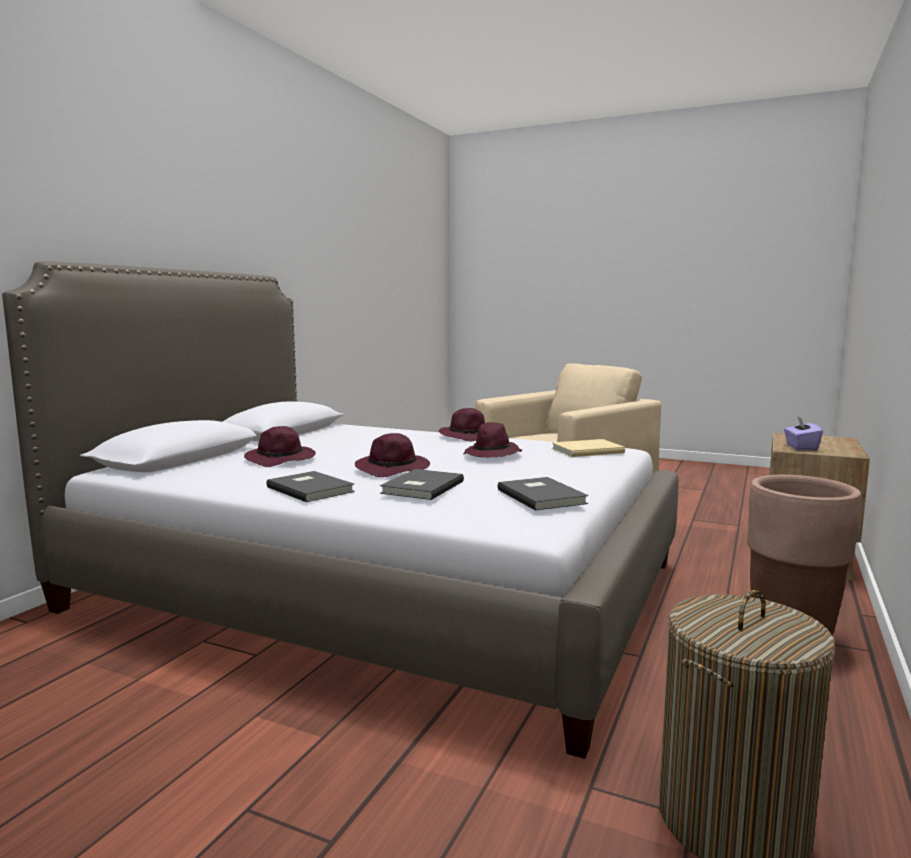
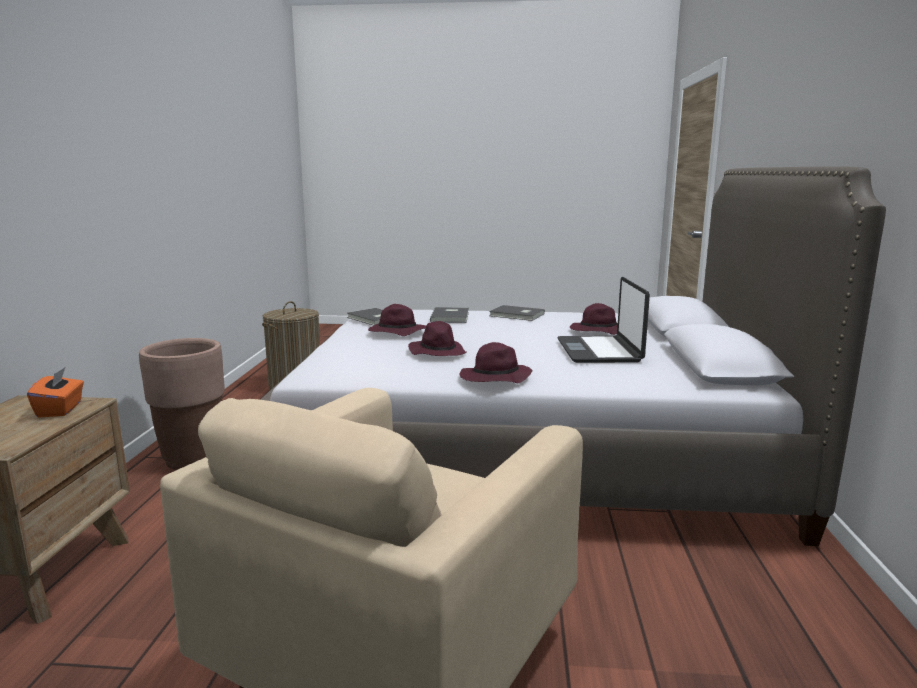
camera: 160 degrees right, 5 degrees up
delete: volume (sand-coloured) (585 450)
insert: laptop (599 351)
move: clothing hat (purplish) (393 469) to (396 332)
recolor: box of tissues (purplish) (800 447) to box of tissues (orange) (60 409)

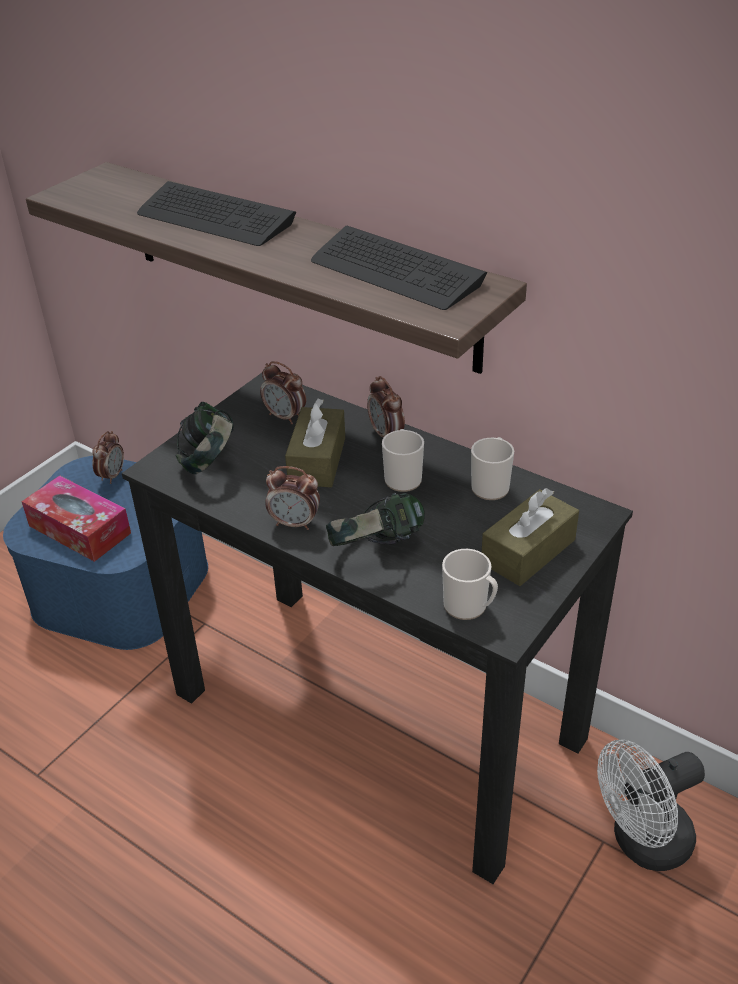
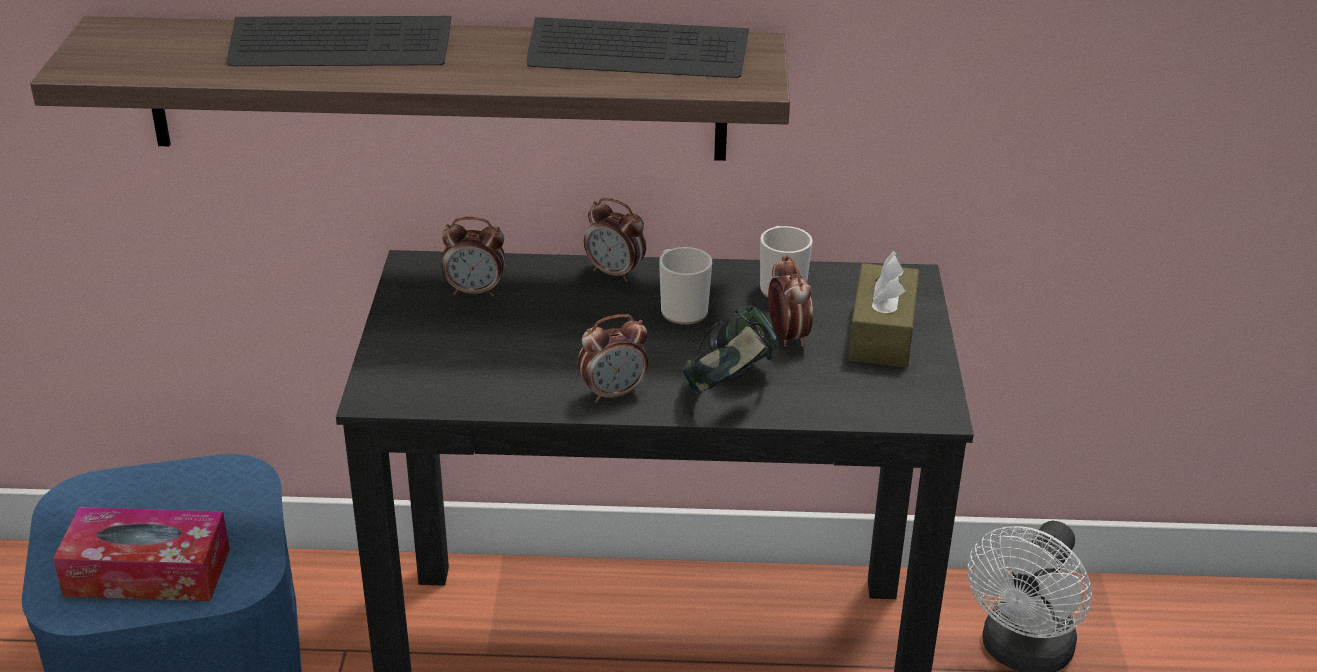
camera: 35 degrees left, 5 degrees down
delete: headphones (209 461); box of tissues (brown) (317 460); coffee mug (469 607)
move: alarm clock (112 476) to (787 336)

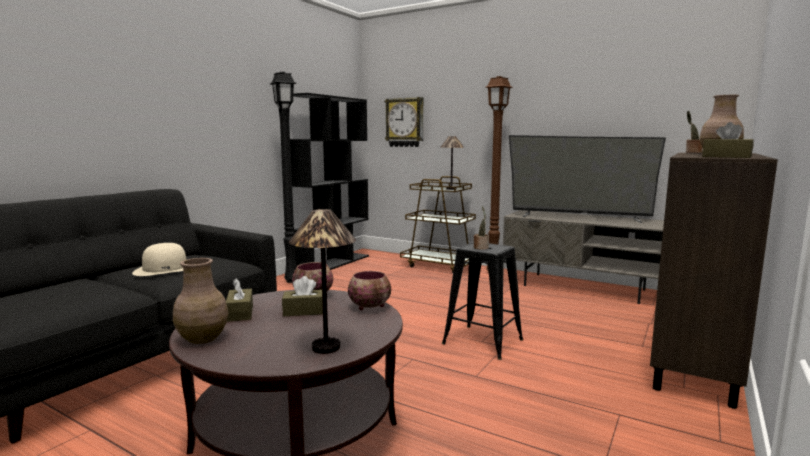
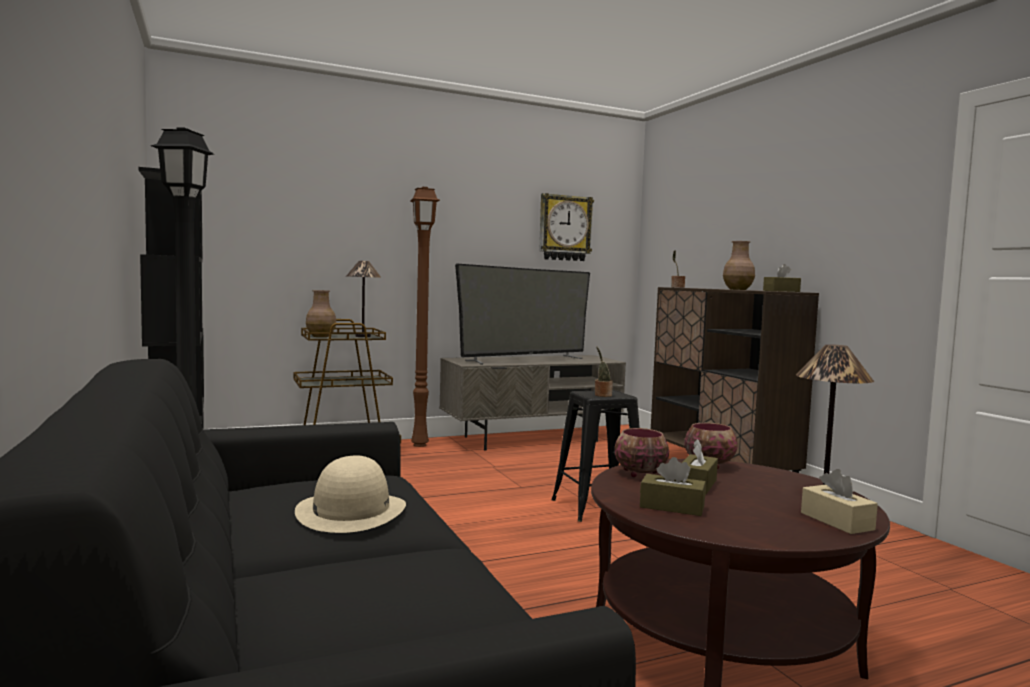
camera: 55 degrees left, 5 degrees down
insert: box of tissues (sand-coloured) (836 521)
move: decorative vase (brown) (203 338) to (321 336); clock on the wall (405 122) to (564 228)

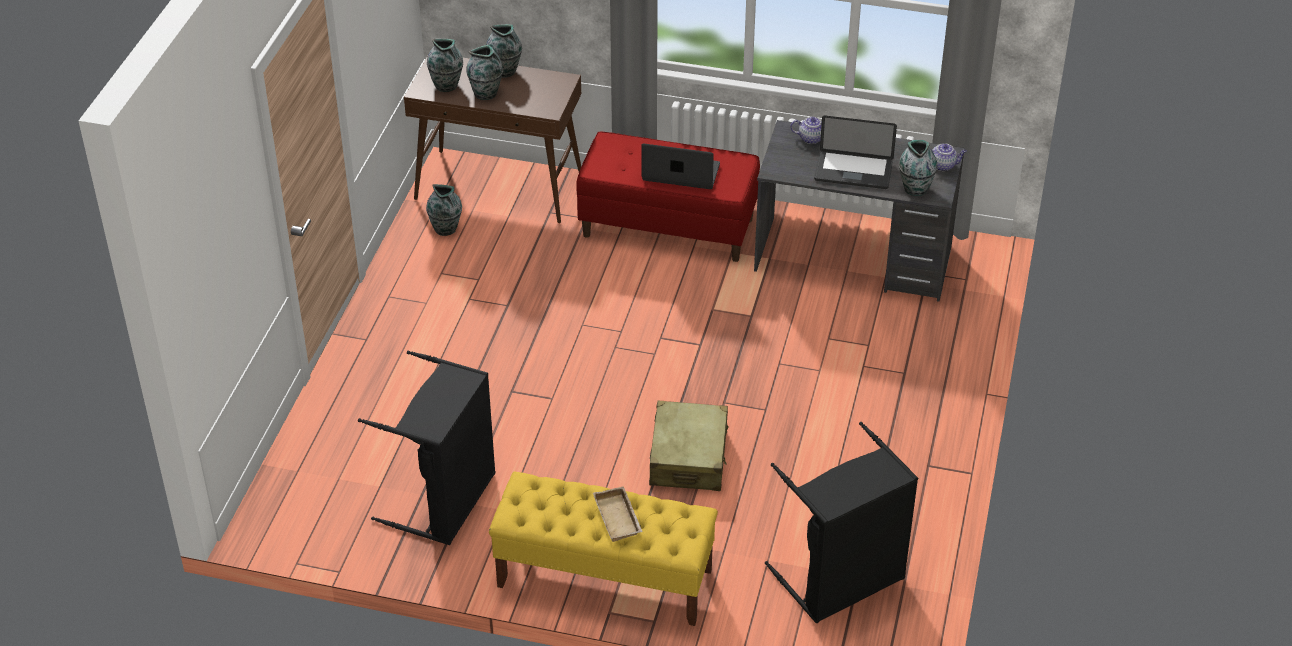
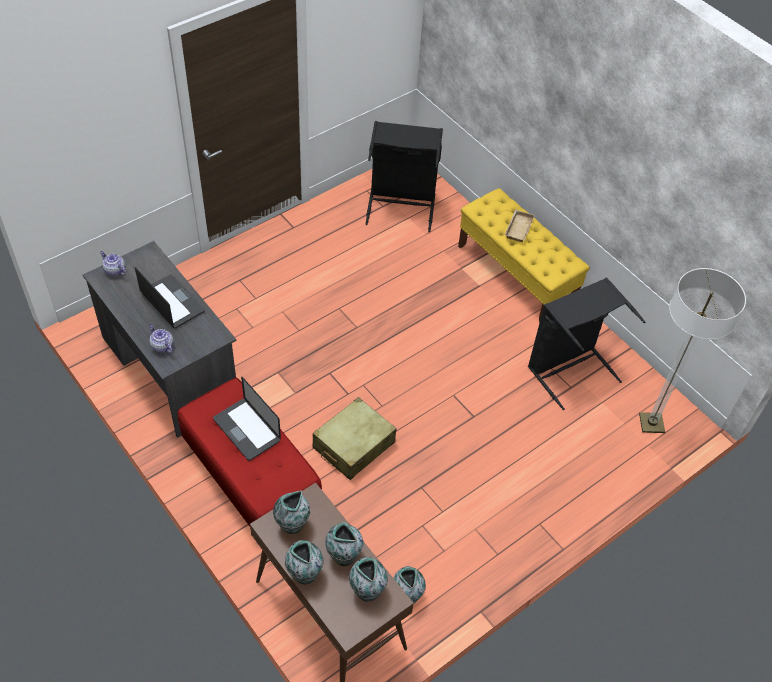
camera: 145 degrees left, 10 degrees up
insert: standard lamp (651 423)
move: suitcase (sand-coloured) (688 457) to (353 445); decorative vase (915 188) to (292 525)

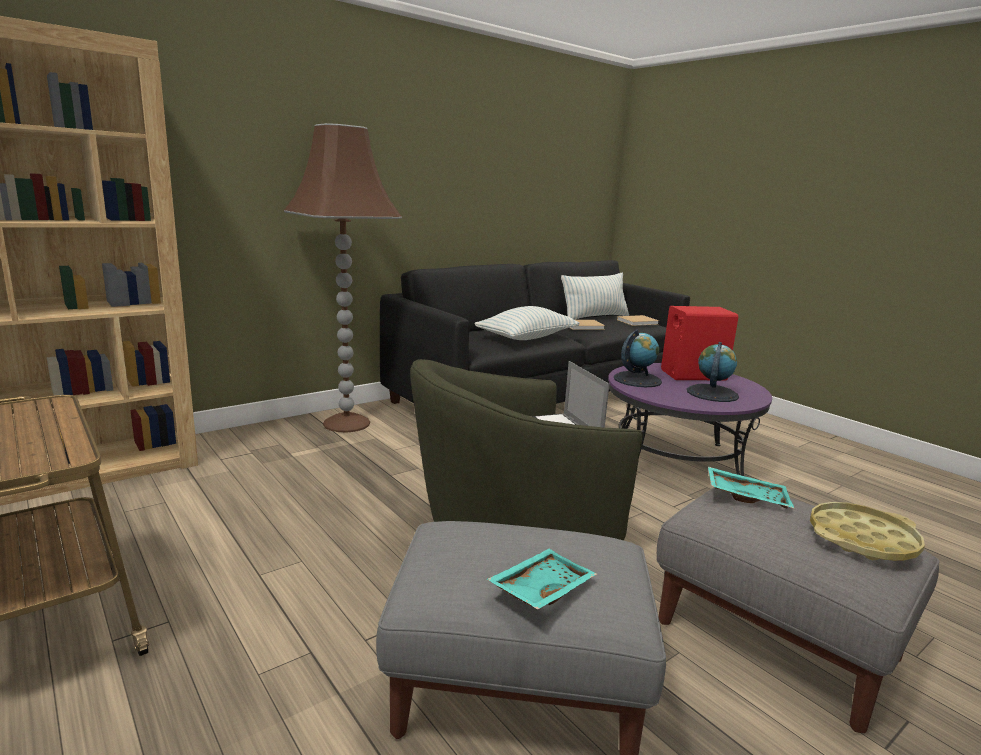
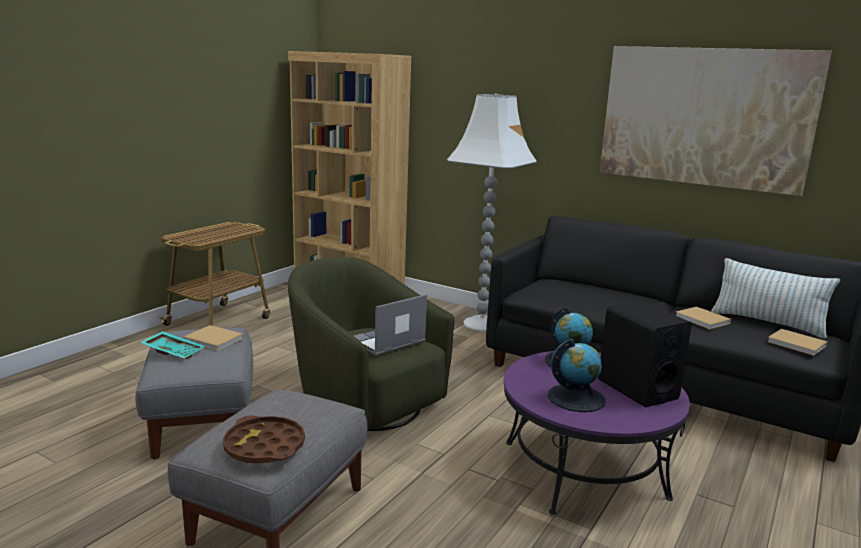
camera: 70 degrees right, 0 degrees up
delete: pillow (527 338); carrying tray (turquoise-coloured) (746 496)
insert: volume (sand-coloured) (215 340); wall art (704 117)
recolor: standard lamp (brown) (347 423) to standard lamp (whitish) (482 324); loudspeaker (reddish) (692 375) to loudspeaker (black-coloured) (637 389); carrying tray (yellow-coloured) (862 539) to carrying tray (brown) (264 447)

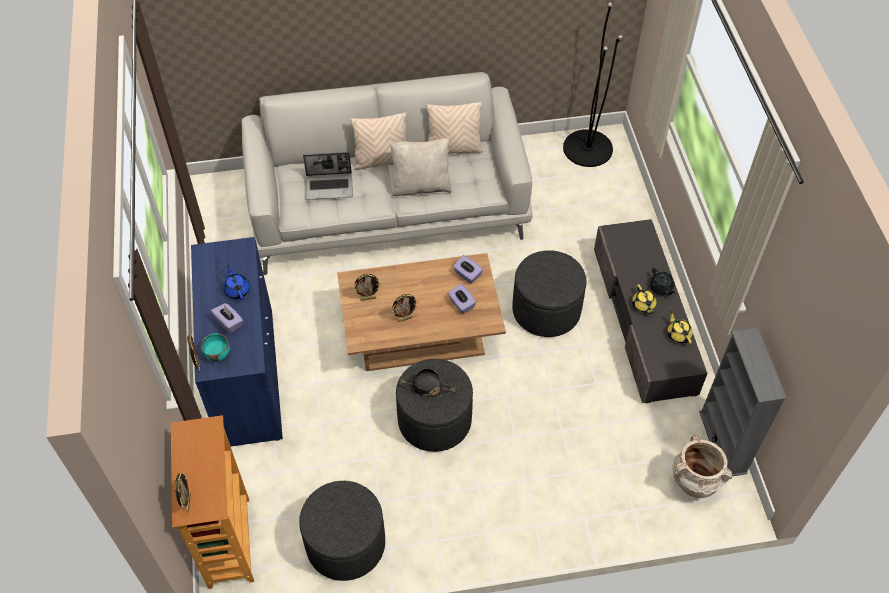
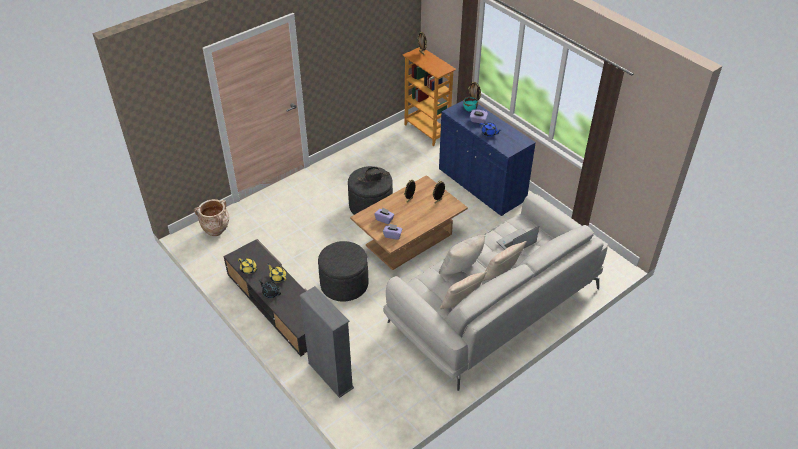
camera: 150 degrees right, 10 degrees down
delete: ottoman (gray) (345 543); standard lamp (black-coloured) (587 148)
move: bookcase (gray) (722 442) to (330 375)

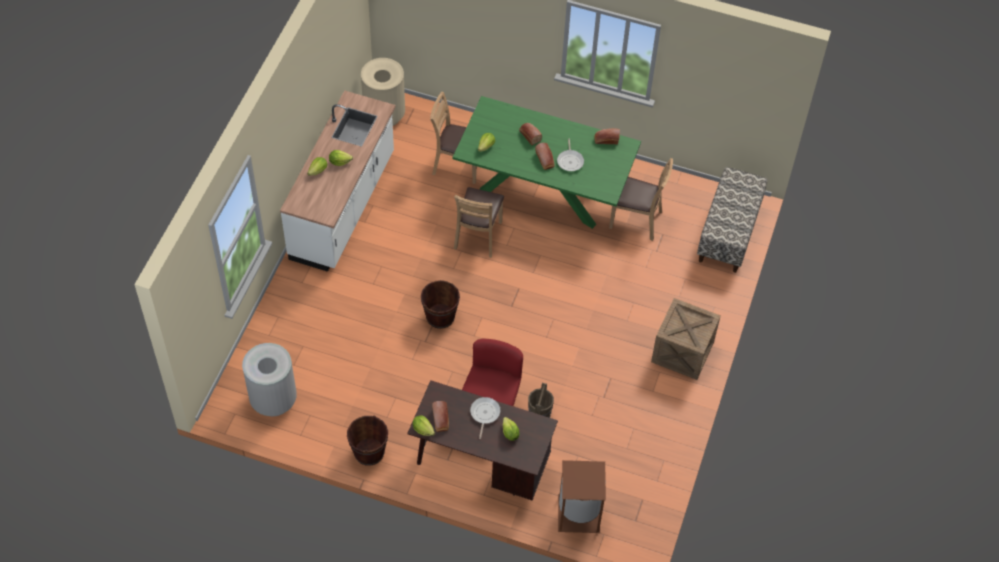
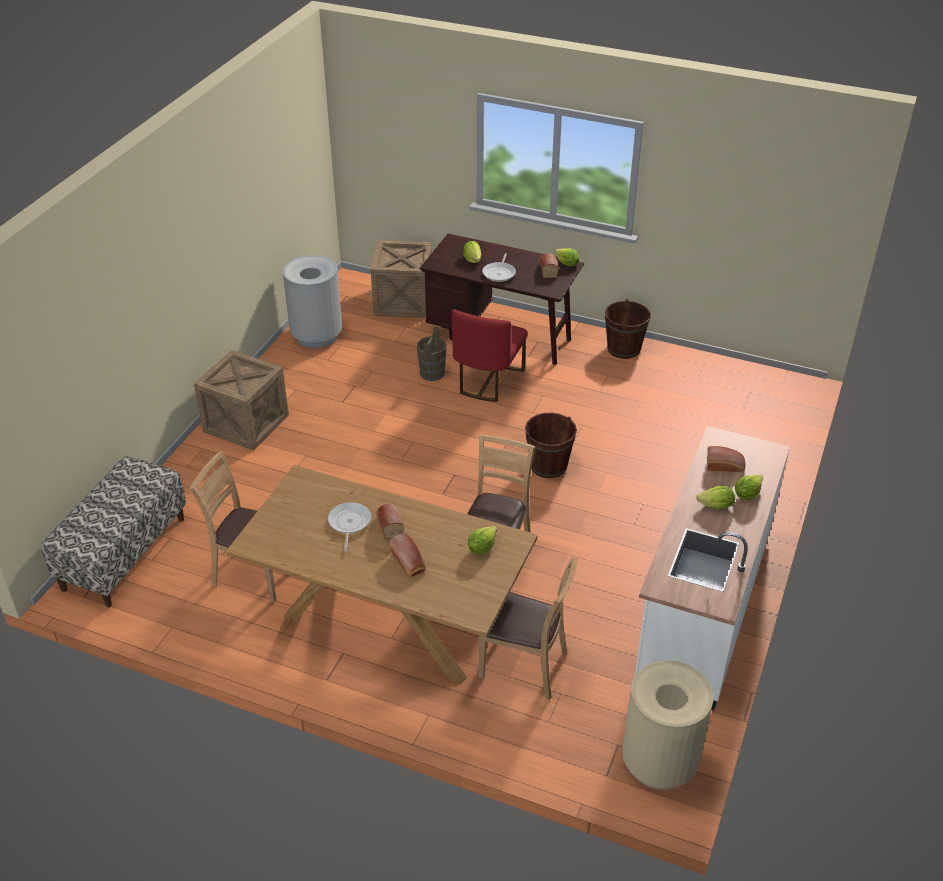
camera: 175 degrees left, 15 degrees down
move: rubbish bin (gray) (273 400) to (316 336); bakery bread (606 140) to (725 466)
replace: rubbish bin (brown) (578 514) to packing crate (403 301)
recolor: dinner table (green) (544 191) to dinner table (brown) (387 620)

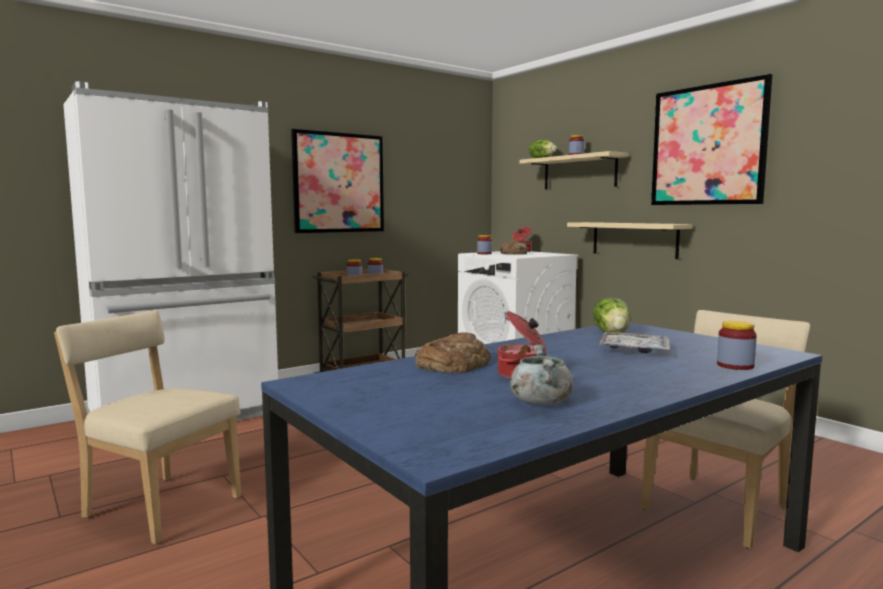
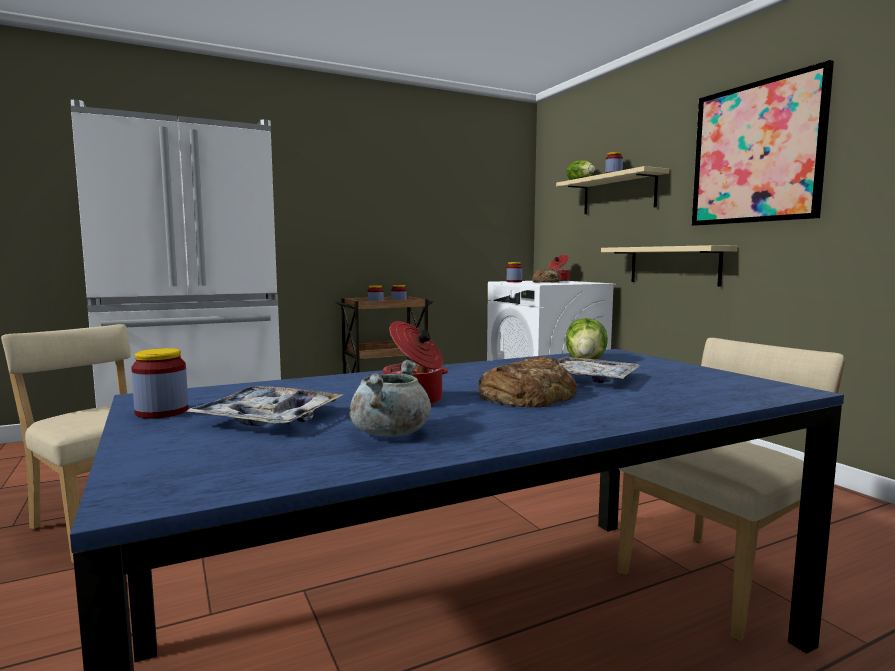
camera: 10 degrees right, 0 degrees up
delete: wall art (339 183)
insert: carrying tray (268 419)
move: bakery bread (453 364) to (527 396); jar (735 365) to (162 412)

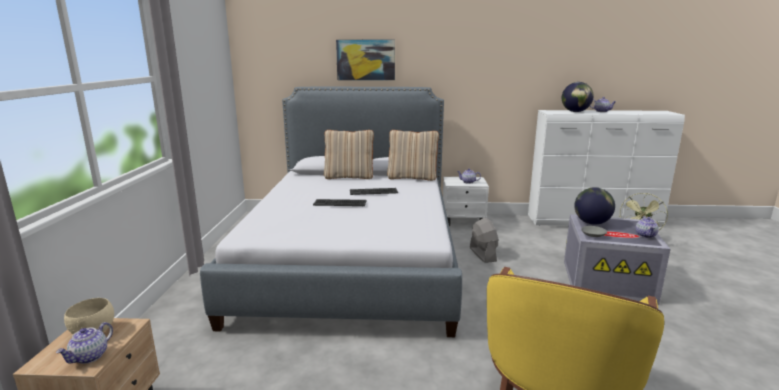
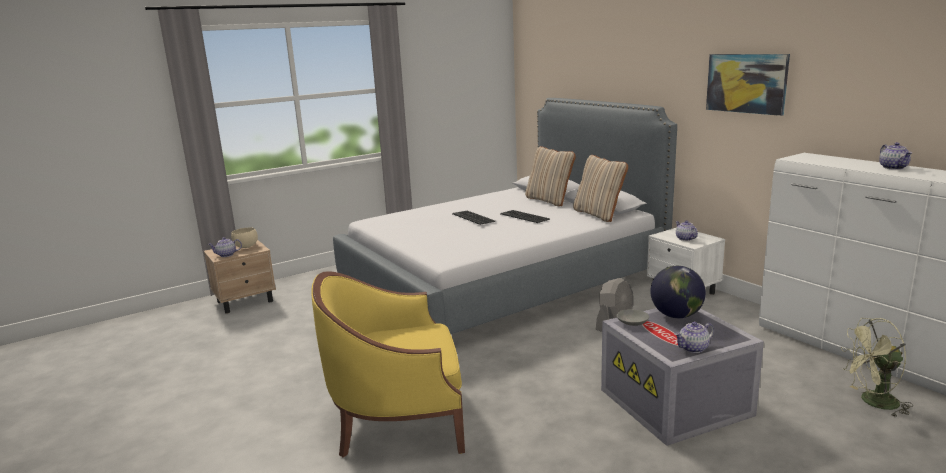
camera: 55 degrees right, 0 degrees up
delete: world globe (575 111)
move: wall art (365 60) to (746 83)

